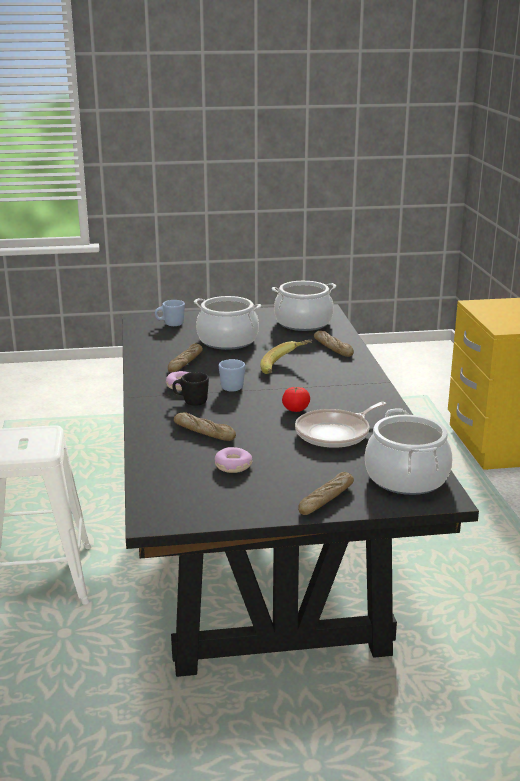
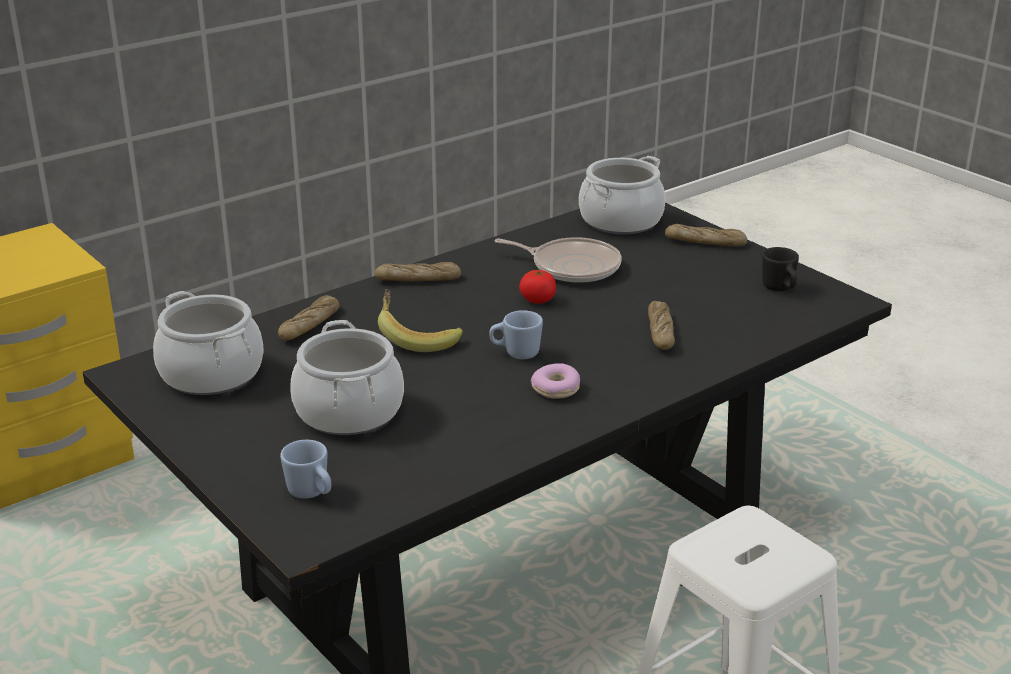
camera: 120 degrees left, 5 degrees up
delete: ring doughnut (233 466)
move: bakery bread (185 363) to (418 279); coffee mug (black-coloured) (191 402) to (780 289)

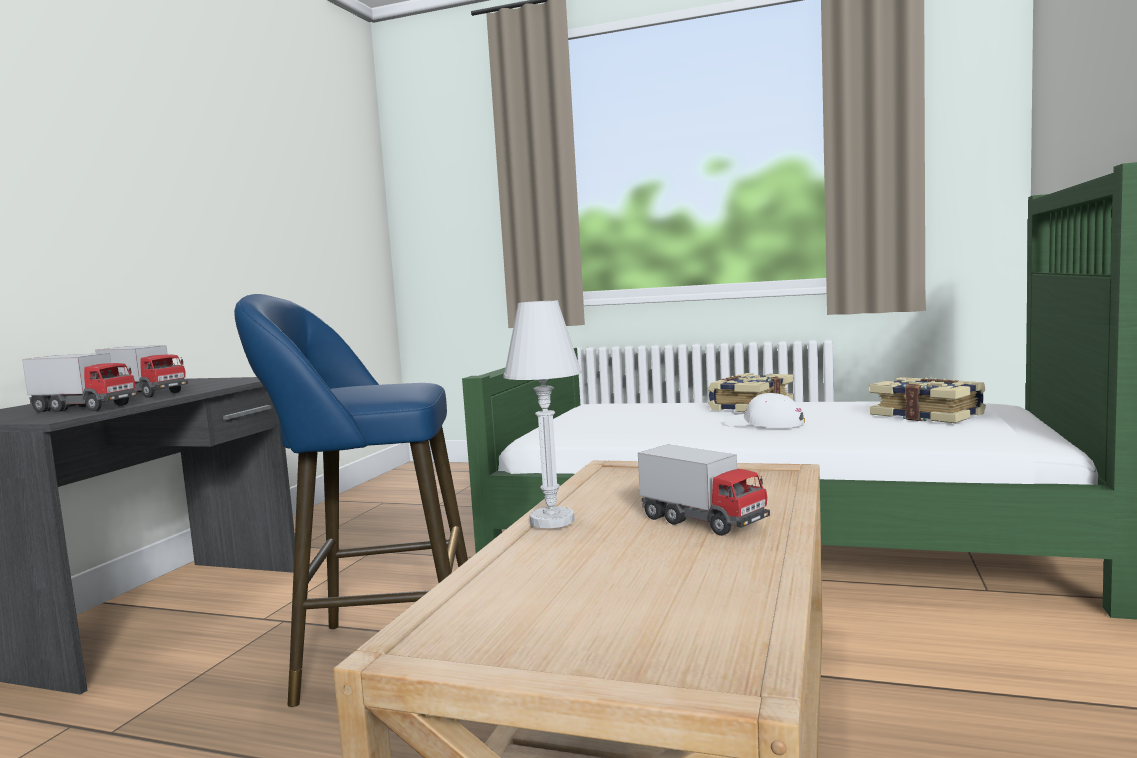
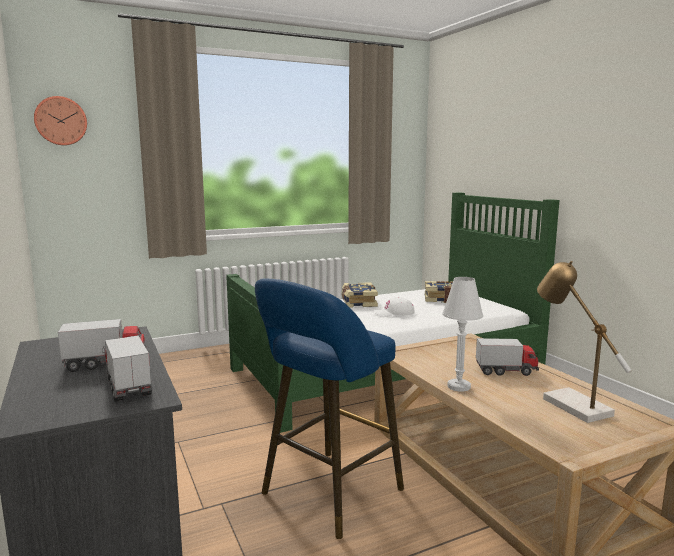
camera: 45 degrees left, 5 degrees up
insert: clock on the wall (61 121); tabletop lamp (569 404)
rotate: model truck (85 408) = (128 385) 90 degrees counterclockwise

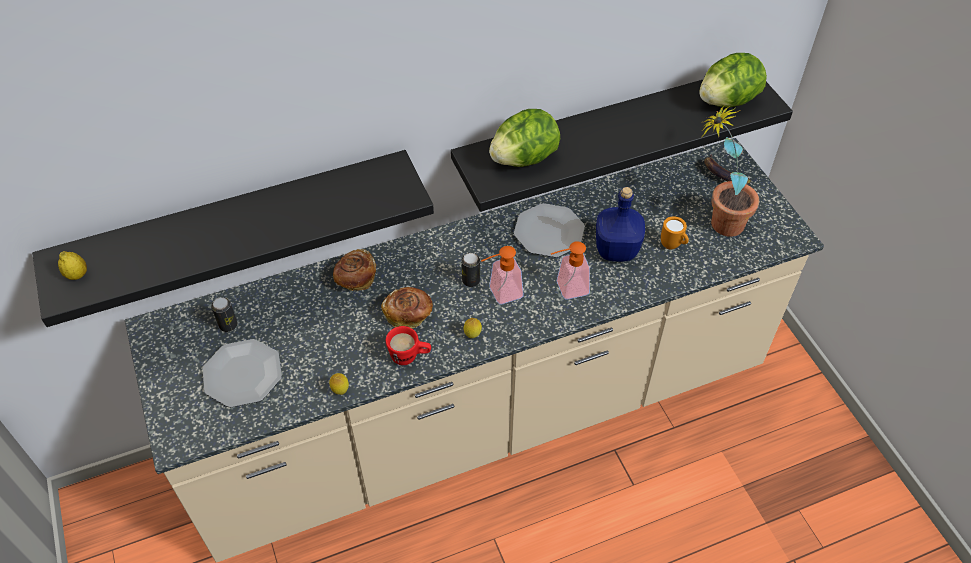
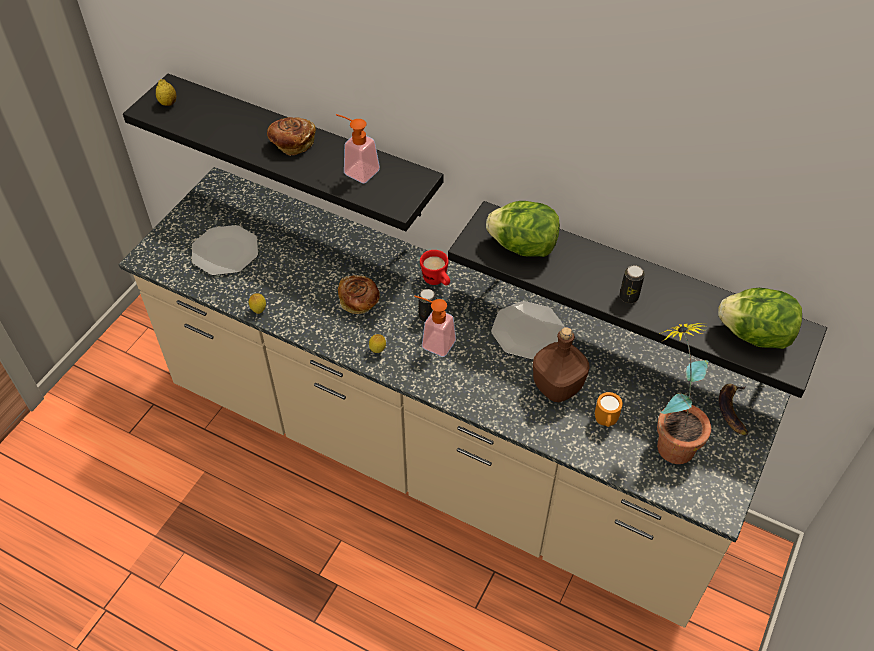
camera: 50 degrees right, 0 degrees up
move: can (228 325) to (628 296); bakery bread (356 279) to (292 143); coffee mug (reddish) (410 357) to (437 281); soap dispenser (566 289) to (357 170)
recolor: bottle (bluish) (615 250) to bottle (brown) (556 386)

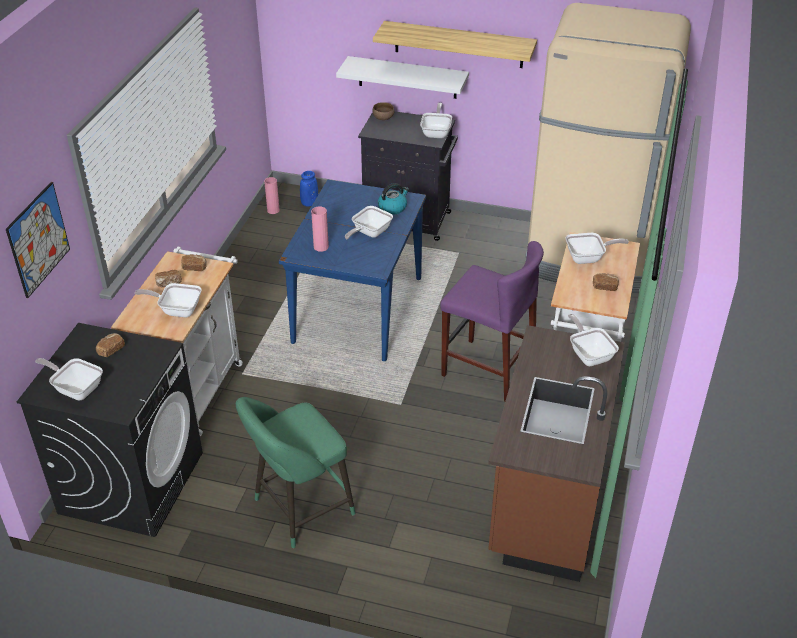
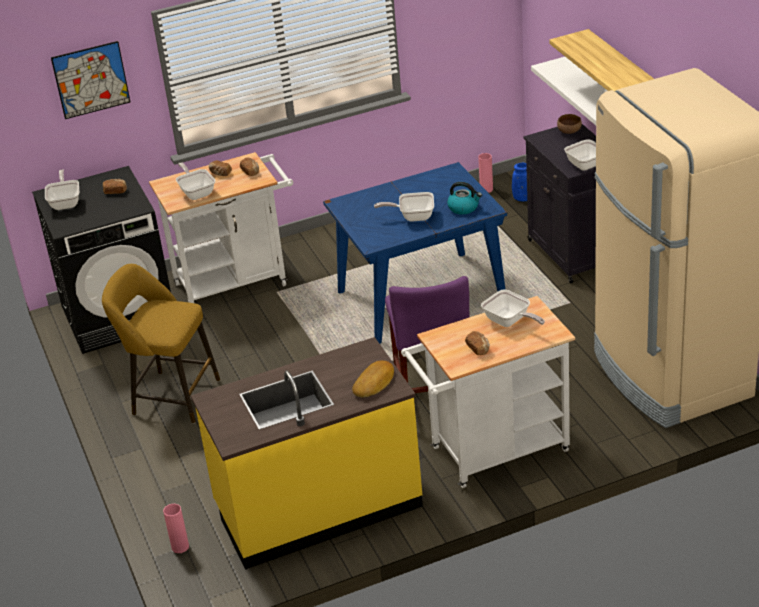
camera: 55 degrees right, 5 degrees down
move: decorative vase (pink) (321 247) to (180 547)
replace: skillet (589 354) to bakery bread (374 383)
recolor: sitting stool (green) (299 509) to sitting stool (yellow-coloured) (171 396); kitchen base unit (brown) (546 498) to kitchen base unit (yellow-coloured) (318 507)

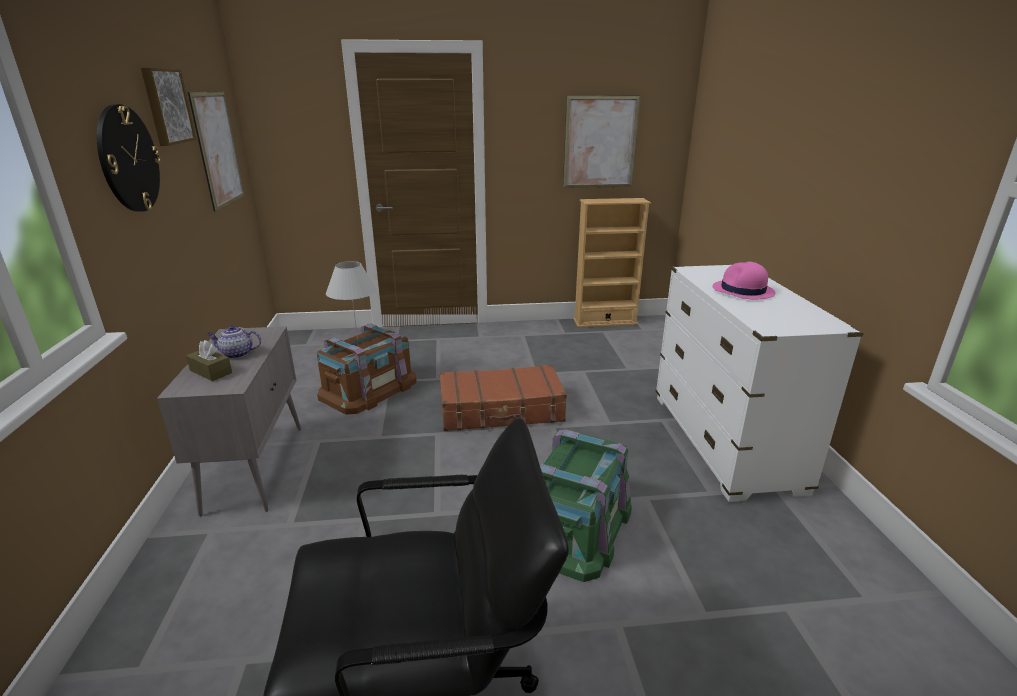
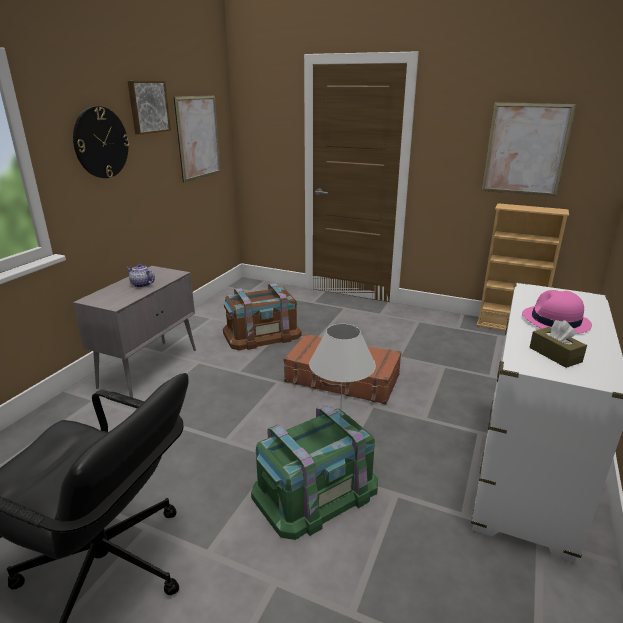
camera: 30 degrees right, 0 degrees up
move: box of tissues (brown) (211 372) to (555 355); tabletop lamp (whitish) (357 338) to (340 420)

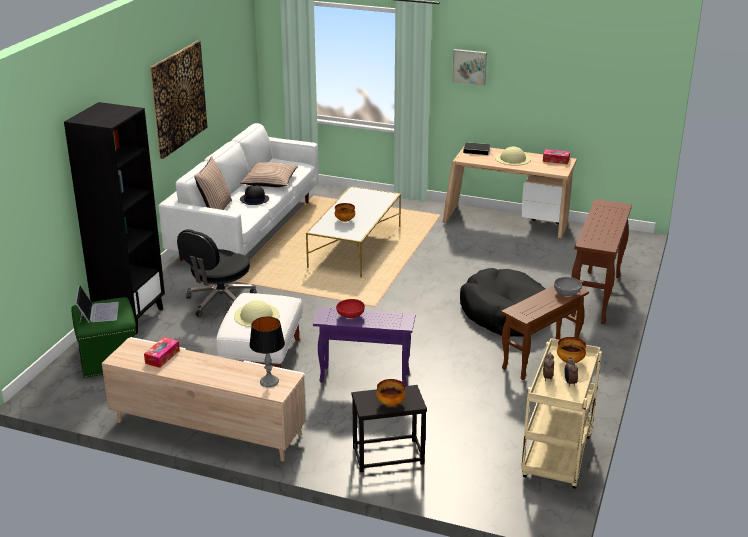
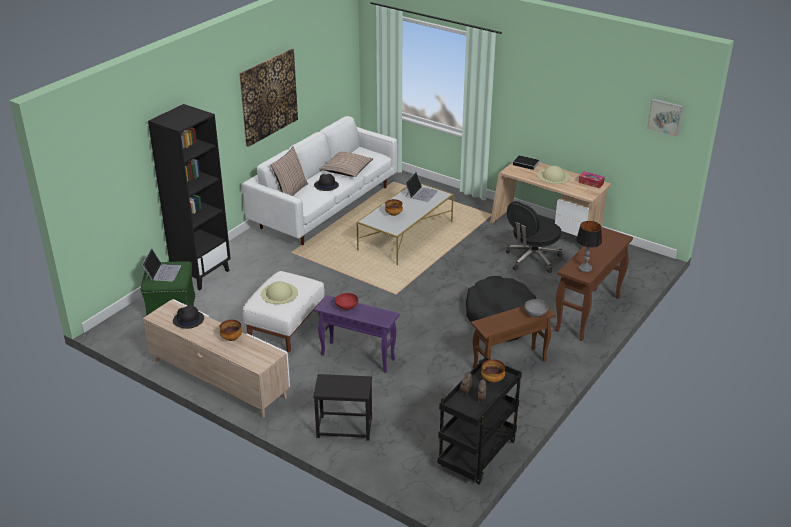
camera: 15 degrees right, 5 degrees up
insert: laptop (421 193)
move: office chair (black-coloured) (220 302) to (532 259); tabletop lamp (269 382) to (585 268); serving bowl (391 404) to (232 338); wall art (469 66) to (665 116)
replace: box of tissues (162 357) to clothing hat (black-coloured) (188 320)
recolor: trolley (sand-coloured) (557 459) to trolley (black-coloured) (477 456)

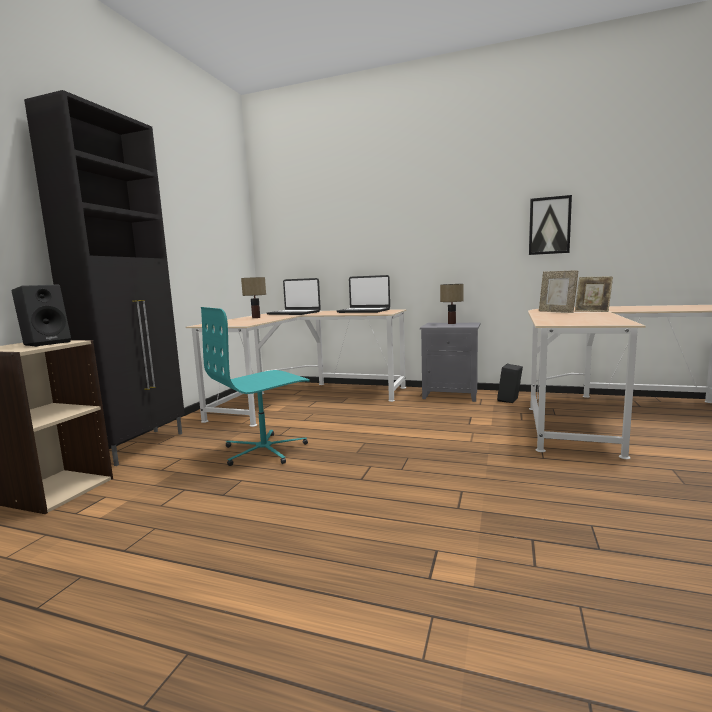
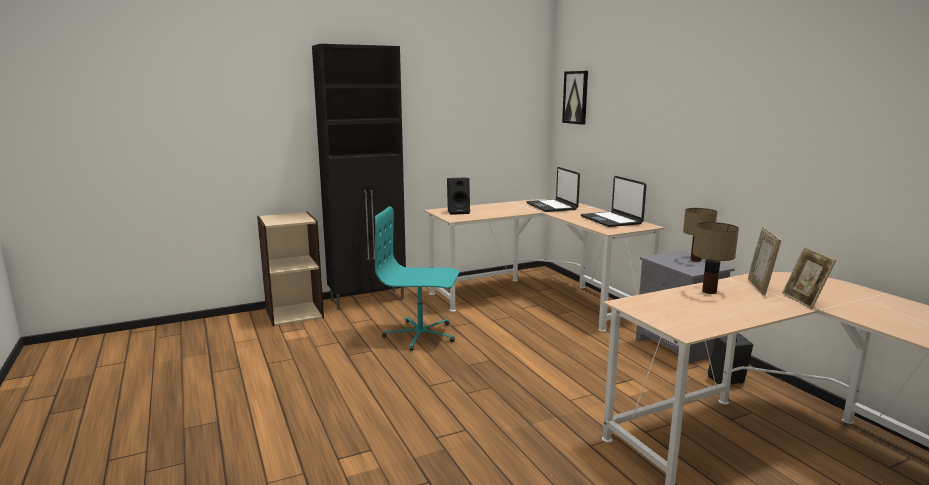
camera: 45 degrees right, 5 degrees up
move: loudspeaker (black-coloured) (47 343) to (459 212); tabletop lamp (255 317) to (708 291); wall art (549 225) to (576 97)

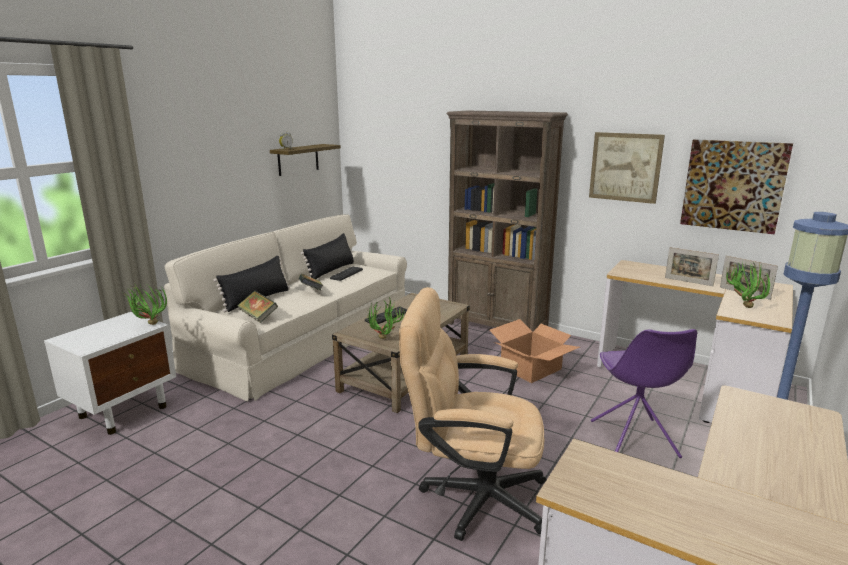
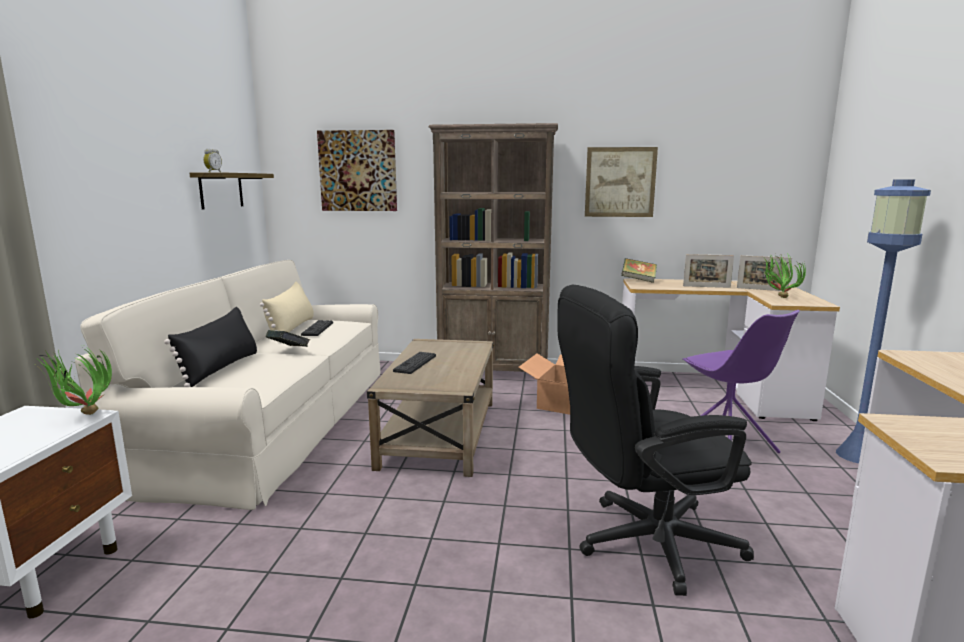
camera: 25 degrees left, 5 degrees down
delete: plant in a pot (385 340)
move: volume (258 317) to (638 280); wall art (733 185) to (358 171)
recolor: pillow (black-coloured) (331 271) to pillow (sand-coloured) (292 328); office chair (sand-coloured) (472 496) to office chair (black-coloured) (643 543)

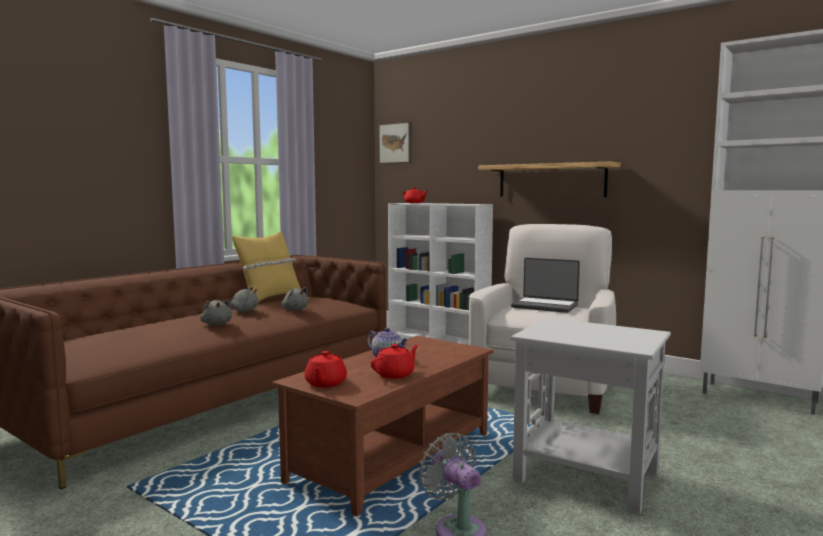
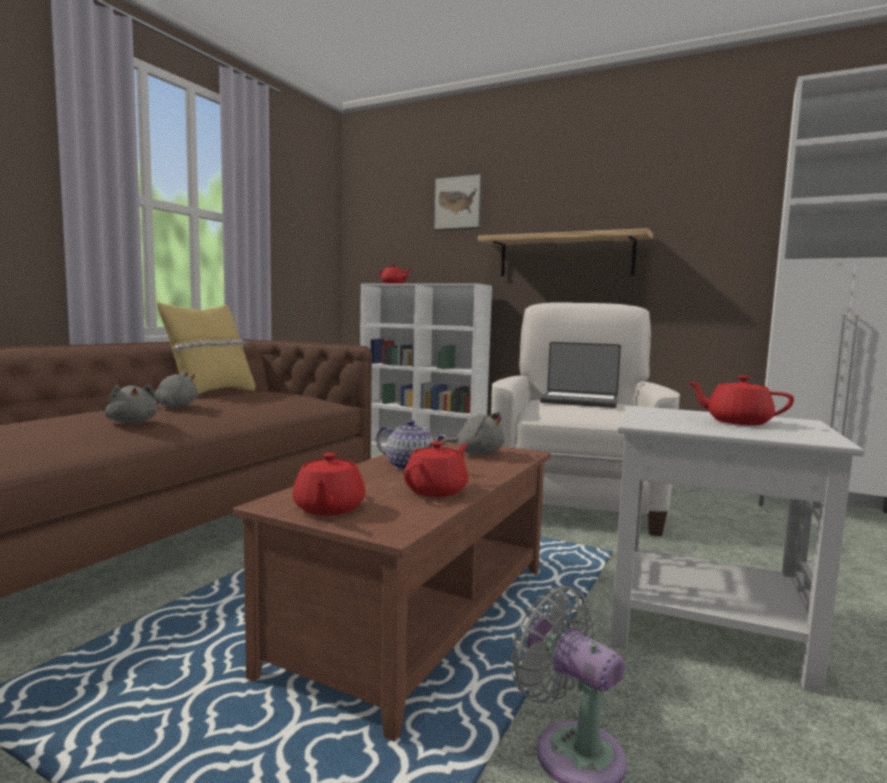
camera: 10 degrees left, 0 degrees up
insert: teapot (reddish) (737 422)
move: cuddly toy (gray) (295 310) to (477 453); wall art (396 143) to (459 203)

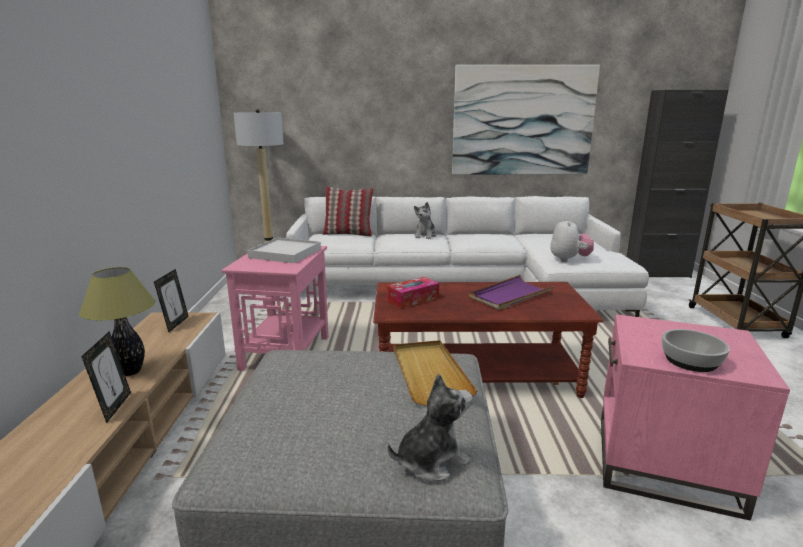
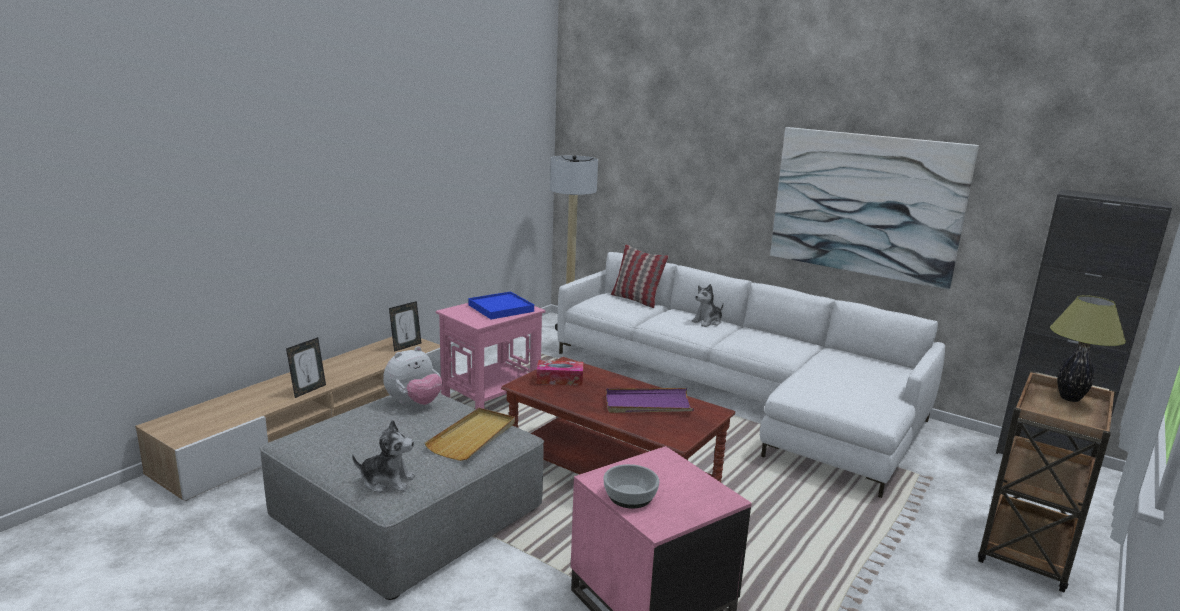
camera: 35 degrees right, 0 degrees up
move: tabletop lamp (130 372) to (1069 399); cuddly toy (569 260) to (414 403)
recolor: carrying tray (whitish) (285 253) to carrying tray (bluish) (501 308)

